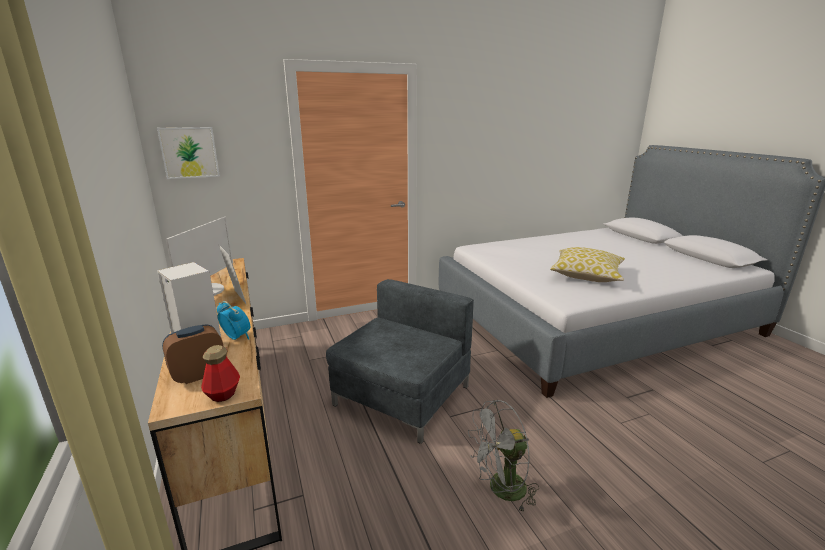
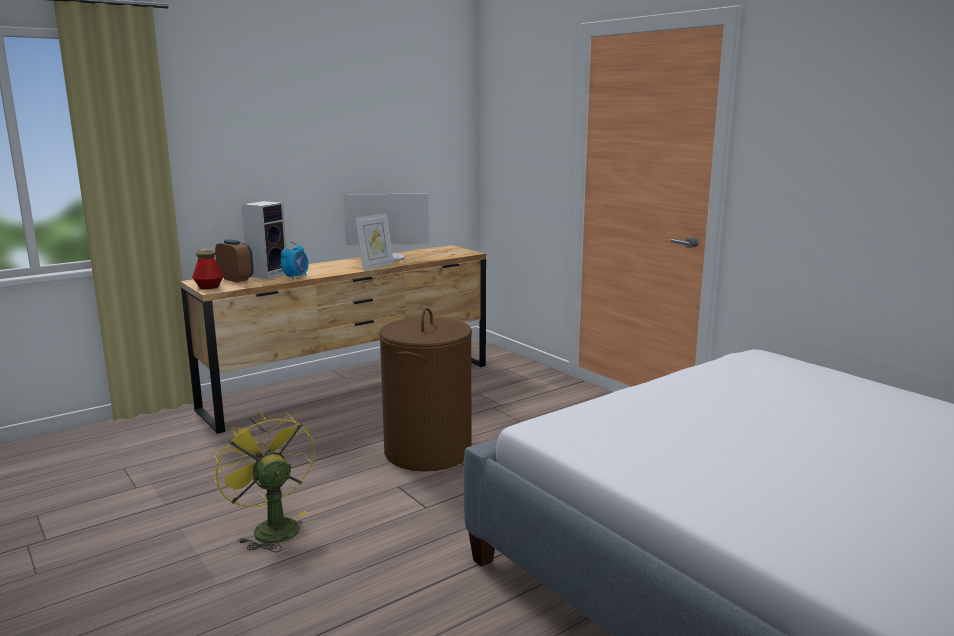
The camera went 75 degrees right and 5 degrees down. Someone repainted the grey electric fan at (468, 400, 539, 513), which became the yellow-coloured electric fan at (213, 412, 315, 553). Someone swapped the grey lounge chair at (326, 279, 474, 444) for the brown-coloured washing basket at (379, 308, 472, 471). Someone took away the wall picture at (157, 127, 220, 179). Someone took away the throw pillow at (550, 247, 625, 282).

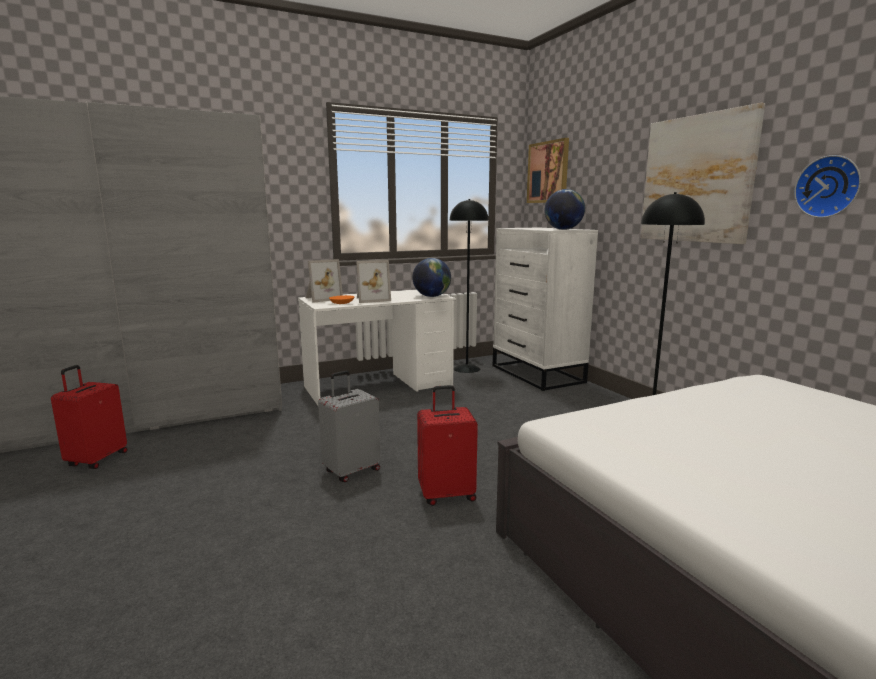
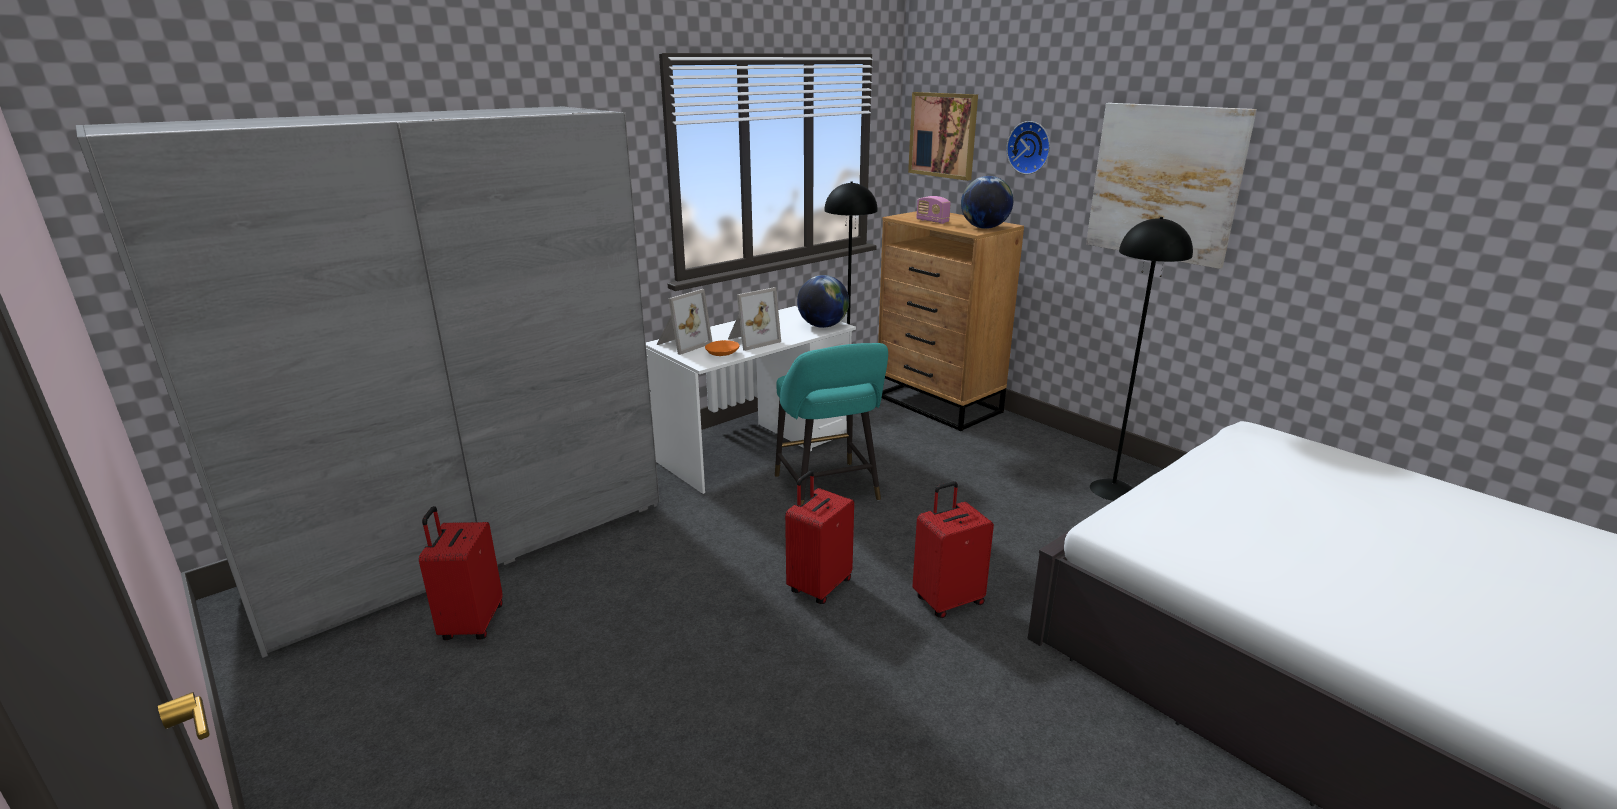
The camera went 15 degrees left and 10 degrees up. Someone put down the turquoise stool seat at (775, 343, 888, 505). Someone repainted the grey piece of luggage at (318, 371, 380, 482), which became the reddish piece of luggage at (785, 471, 854, 604). Someone repainted the whitish chest of drawers at (493, 228, 598, 391), which became the brown-coloured chest of drawers at (878, 211, 1024, 431). Someone put down the radio at (916, 196, 951, 224). Someone carried the clock on the wall from (794, 155, 861, 218) to (1006, 121, 1050, 175).

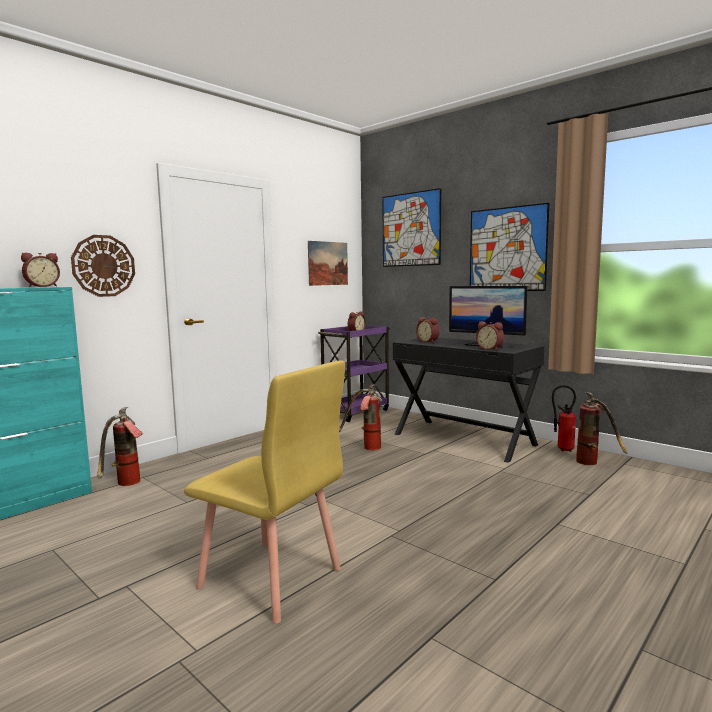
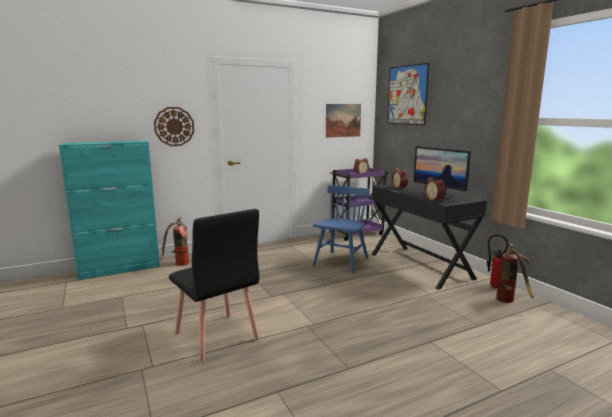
The camera went 20 degrees right and 5 degrees up. Someone repainted the yellow-coloured upright chair at (184, 360, 345, 624), which became the black upright chair at (169, 209, 259, 363). Someone swapped the fire extinguisher at (339, 384, 382, 450) for the blue upright chair at (312, 186, 370, 274). Someone took away the bedside clock at (21, 253, 60, 287). Someone took away the wall picture at (470, 203, 549, 291).

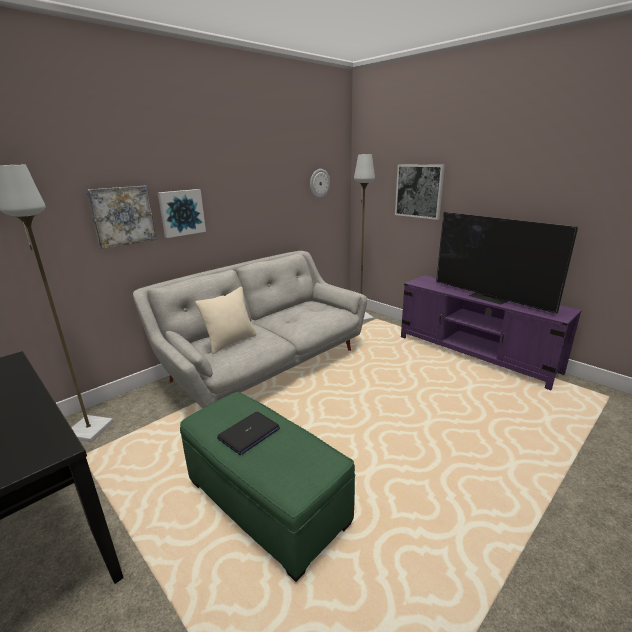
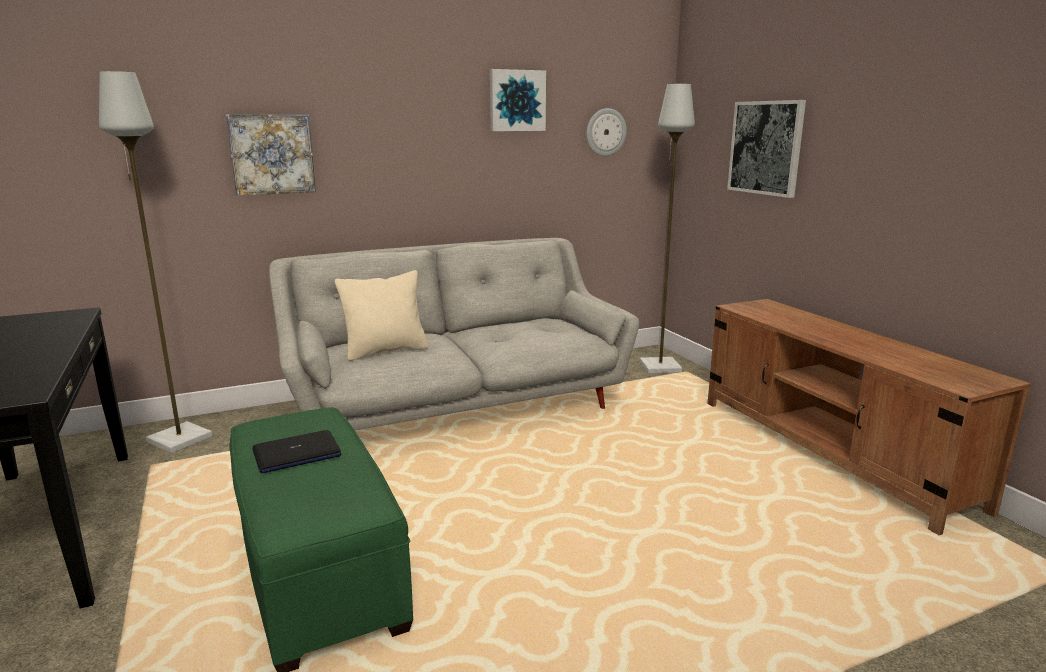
The camera went 20 degrees right and 5 degrees down. Someone carried the wall picture from (158, 189, 206, 238) to (490, 69, 546, 131). Someone repainted the purple-coloured media console at (401, 275, 582, 390), which became the brown-coloured media console at (707, 299, 1031, 535). Someone took away the TV at (436, 212, 578, 314).

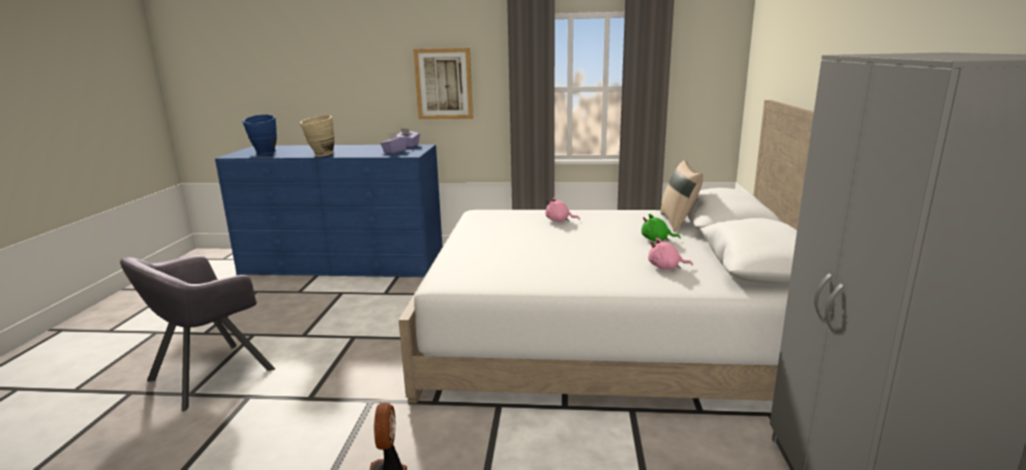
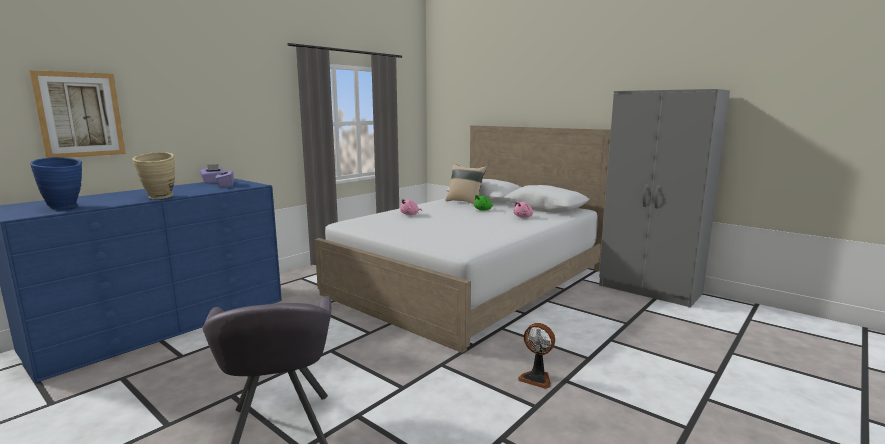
The camera went 55 degrees left and 5 degrees down. Someone carried the wall picture from (413, 48, 473, 119) to (29, 70, 126, 158).

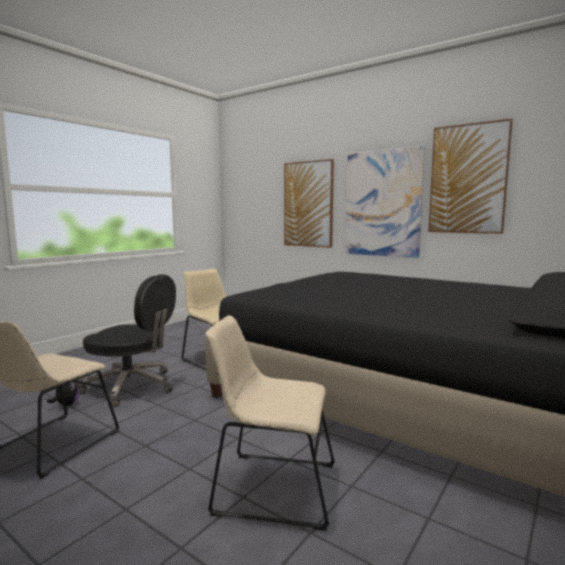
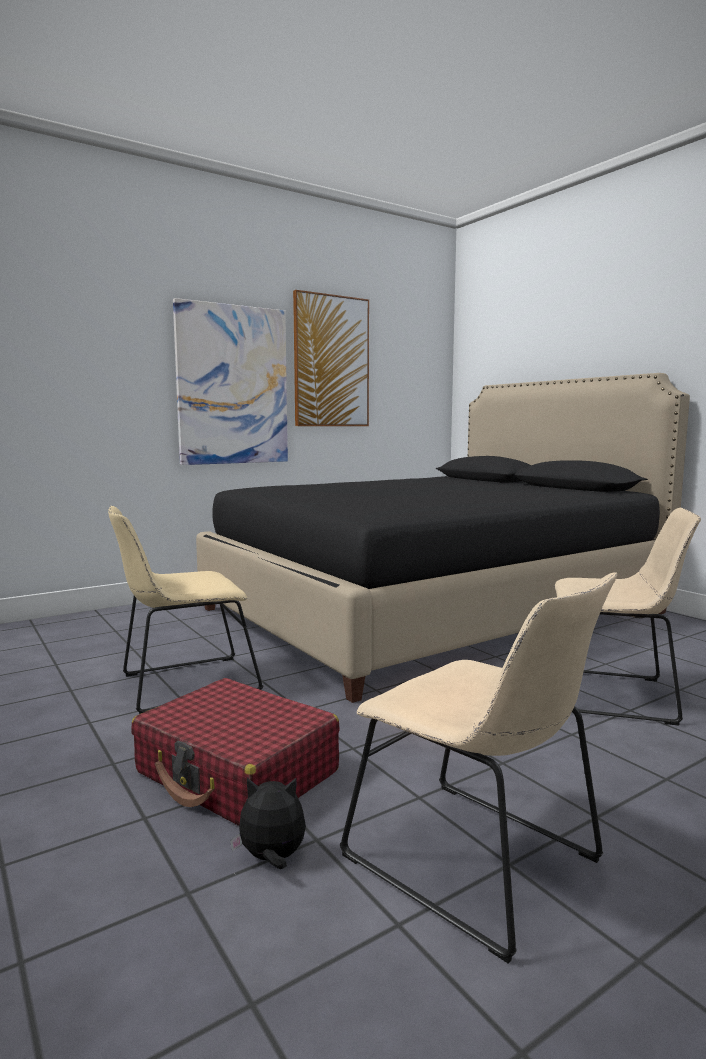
The camera went 70 degrees left and 0 degrees up. Someone swapped the black office chair at (78, 274, 176, 407) for the reddish piece of luggage at (131, 678, 340, 826). Someone rotated the sand-coloured upright chair at (206, 315, 335, 531) by 105 degrees counterclockwise. Someone took away the wall picture at (284, 159, 334, 248).

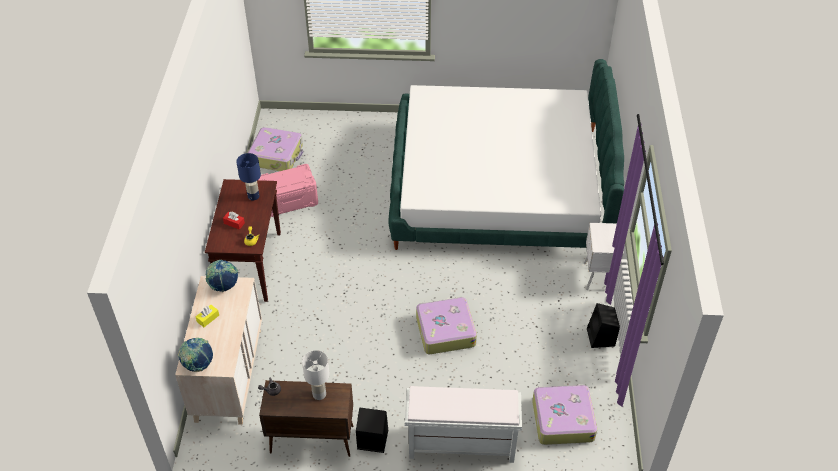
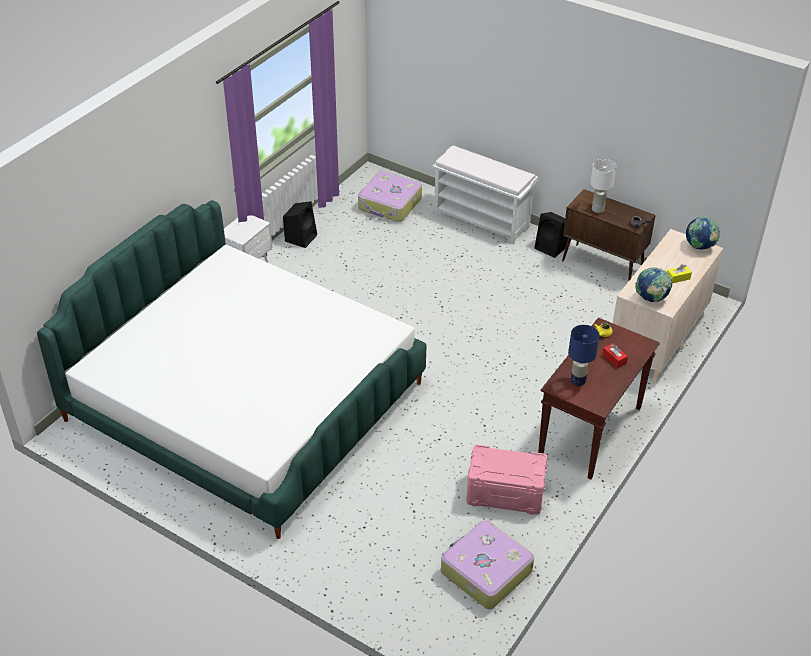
The camera went 150 degrees left and 5 degrees down. Someone took away the piece of luggage at (416, 297, 477, 354).

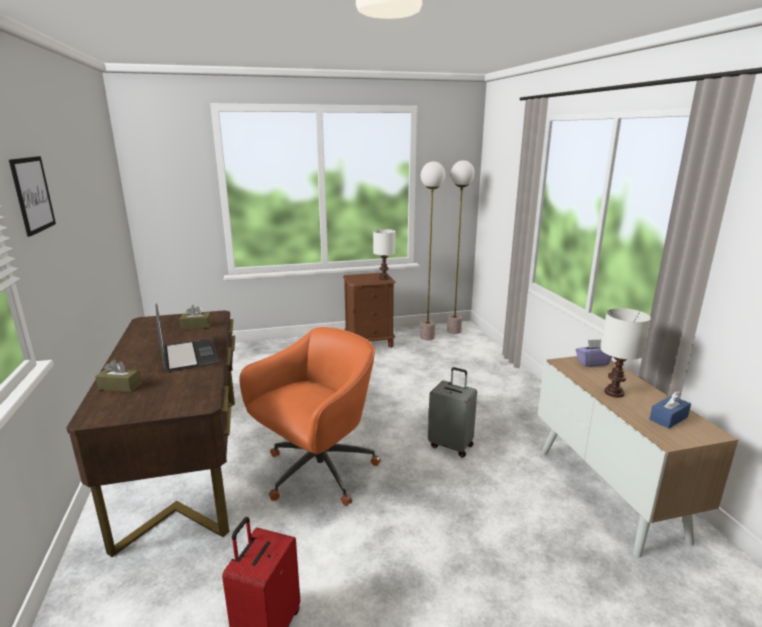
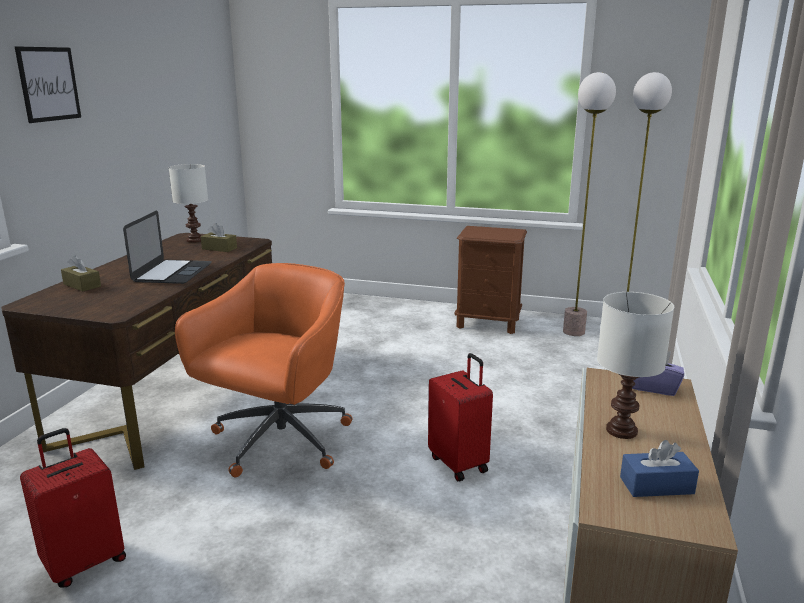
The camera went 30 degrees right and 0 degrees up. Someone carried the whitish table lamp from (373, 229, 395, 280) to (169, 164, 208, 243). Someone rotated the orangey office chair at (240, 327, 381, 506) by 45 degrees counterclockwise. Someone repainted the grey piece of luggage at (428, 367, 477, 458), which became the reddish piece of luggage at (428, 353, 493, 481).

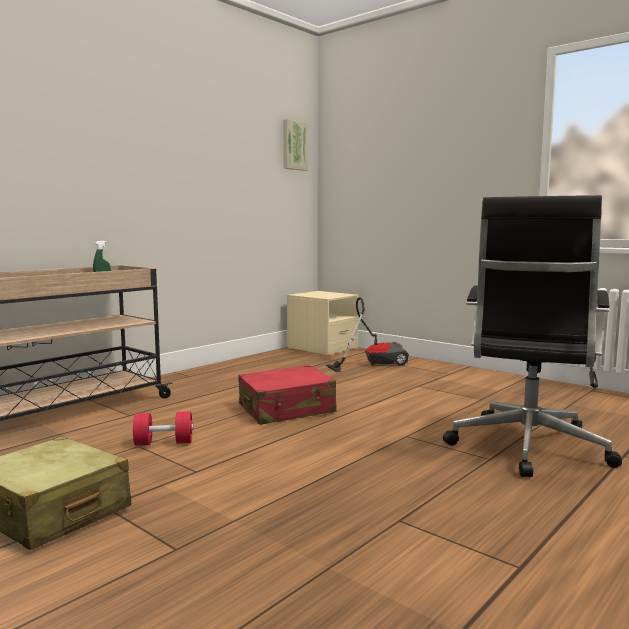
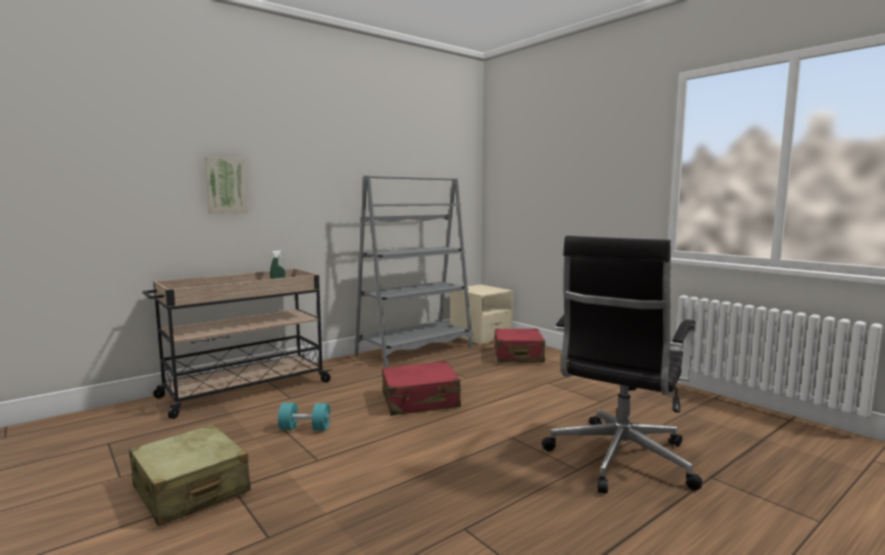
The camera went 10 degrees right and 0 degrees up. Someone carried the wall picture from (283, 119, 308, 171) to (204, 157, 248, 214). Someone repainted the reddish free weight at (133, 411, 194, 446), which became the turquoise free weight at (278, 403, 330, 431). Someone put down the grey shelving unit at (354, 175, 473, 368). Someone swapped the vacuum at (326, 297, 409, 372) for the reddish piece of luggage at (493, 329, 545, 363).

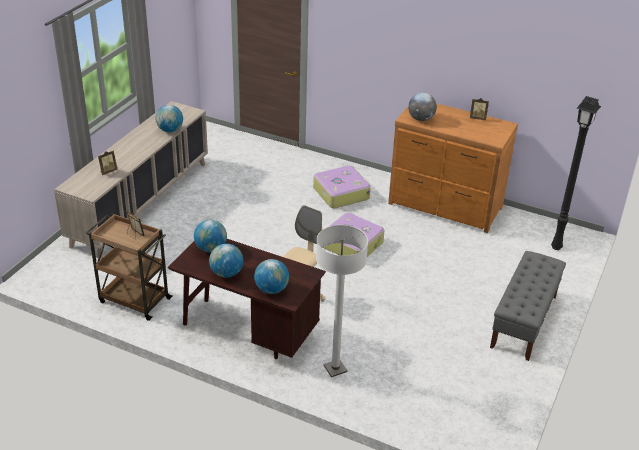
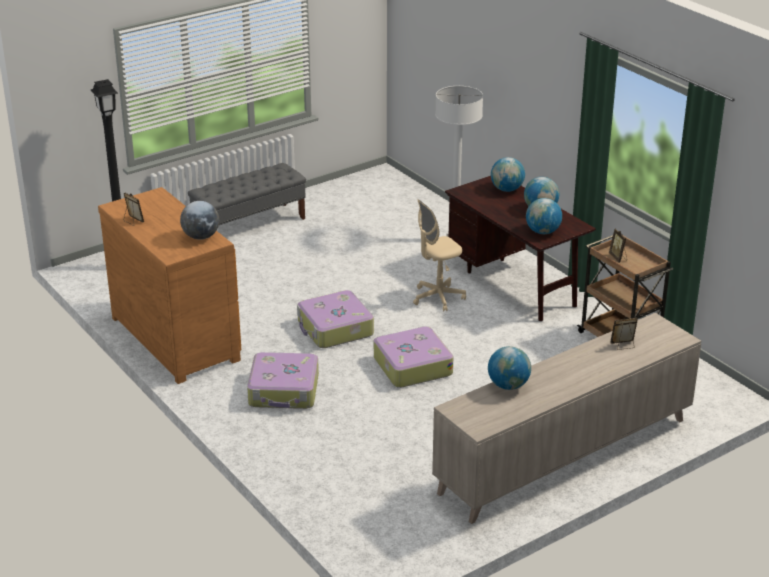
The camera went 150 degrees left and 5 degrees down. Someone put down the piece of luggage at (374, 326, 453, 388).

